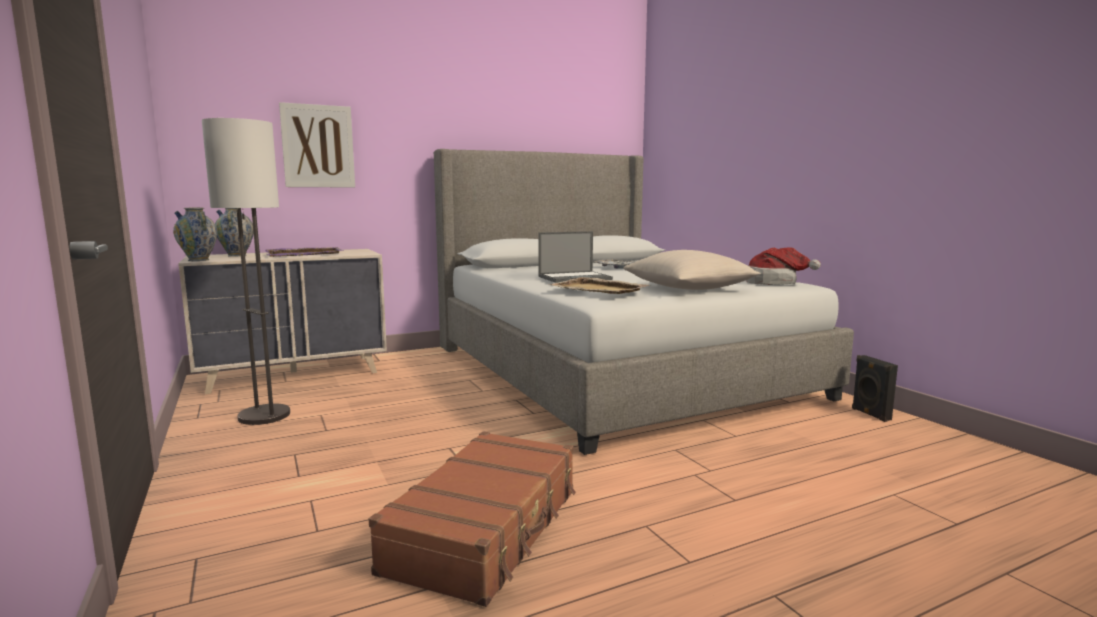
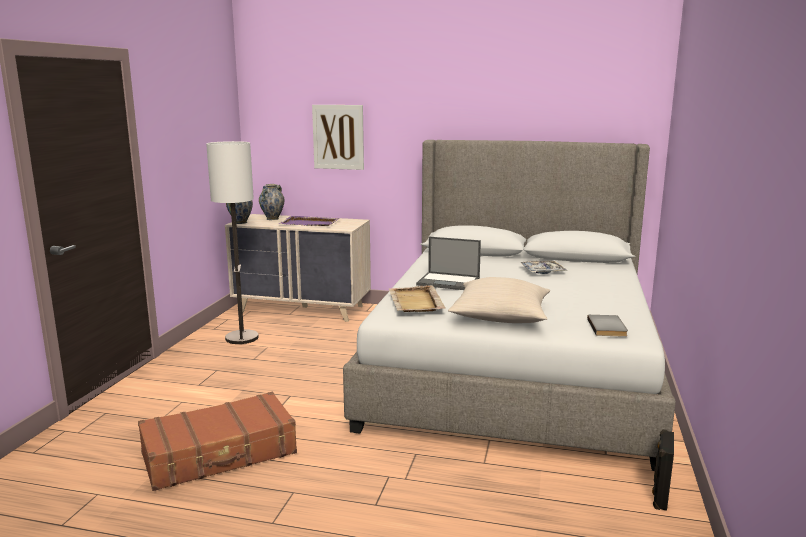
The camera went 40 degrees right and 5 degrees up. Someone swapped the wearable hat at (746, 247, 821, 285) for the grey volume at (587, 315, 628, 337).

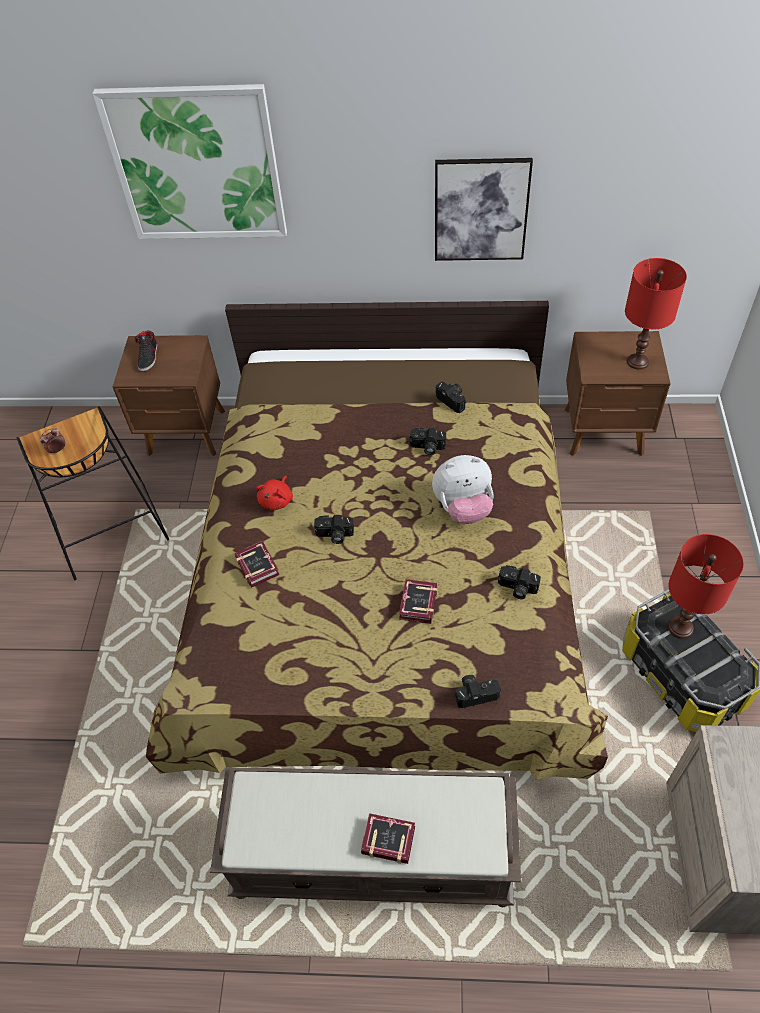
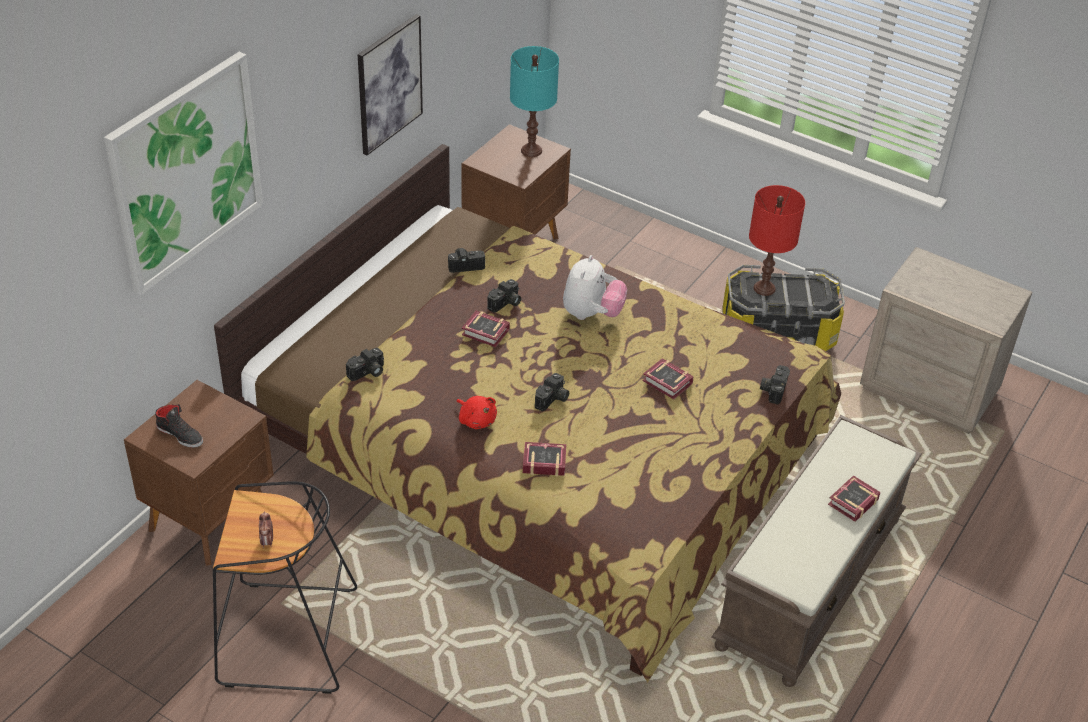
The camera went 65 degrees left and 10 degrees down. Someone carried the photo camera from (498, 565, 541, 599) to (346, 348, 384, 381). Someone put down the volume at (462, 311, 510, 347). Someone repainted the reddish table lamp at (625, 258, 687, 369), which became the turquoise table lamp at (510, 46, 559, 157).

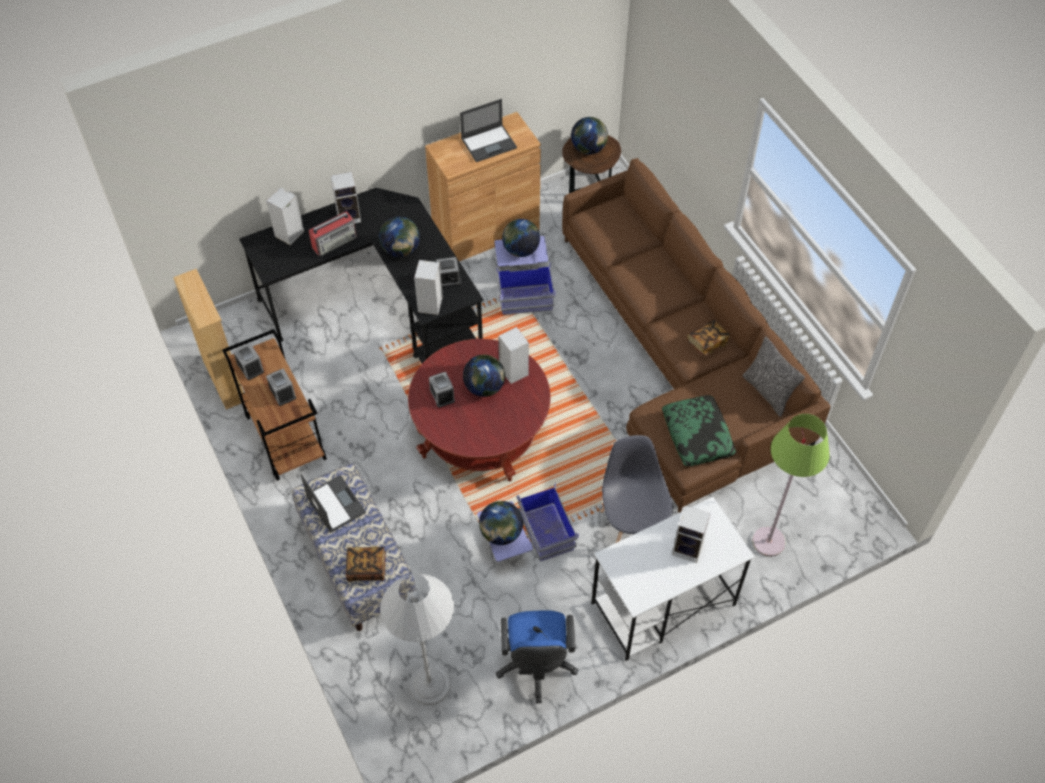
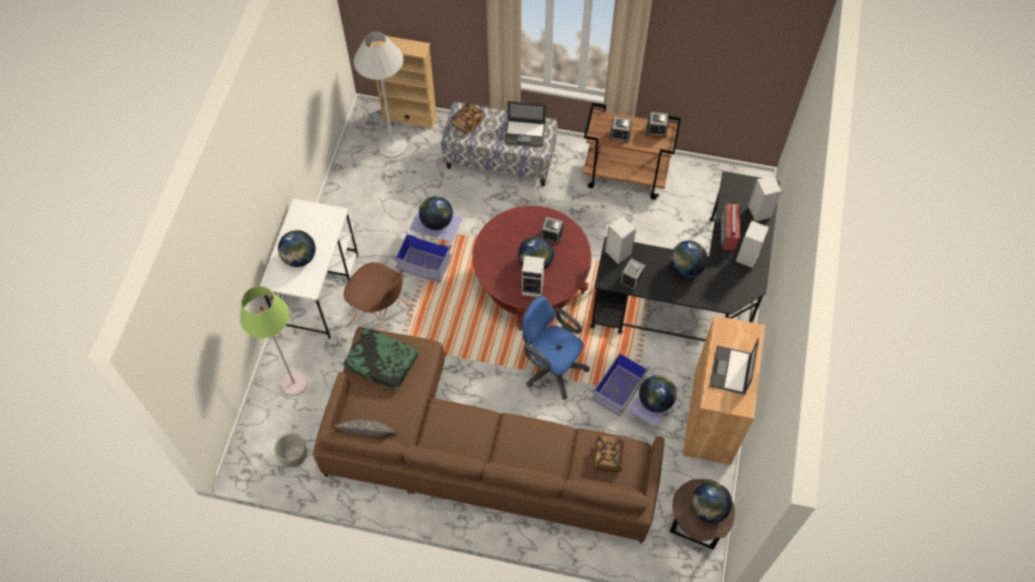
The camera went 130 degrees right and 5 degrees up. Someone put down the grey flower pot at (274, 433, 307, 467). Someone swapped the speaker at (672, 505, 711, 563) for the desk globe at (278, 230, 316, 267). Someone repainted the grey upright chair at (600, 435, 673, 543), which became the brown-coloured upright chair at (344, 262, 410, 331). Someone carried the sand-coloured shelving unit from (173, 269, 244, 410) to (370, 36, 437, 128). Someone carried the blue office chair from (496, 610, 578, 703) to (522, 296, 590, 400). Someone carried the volume from (687, 320, 730, 357) to (593, 436, 624, 472).

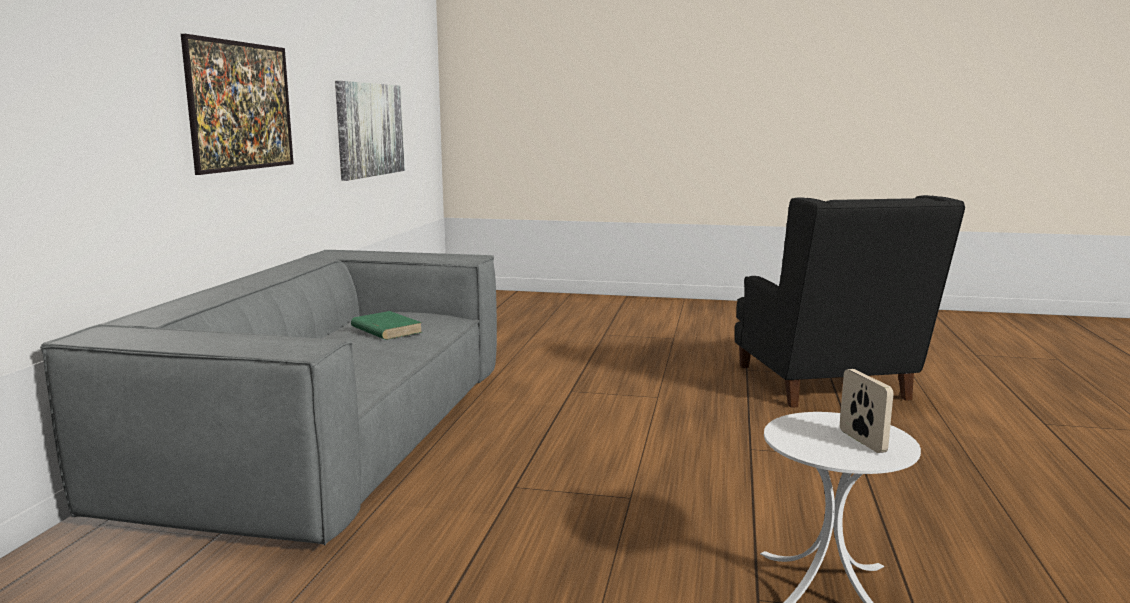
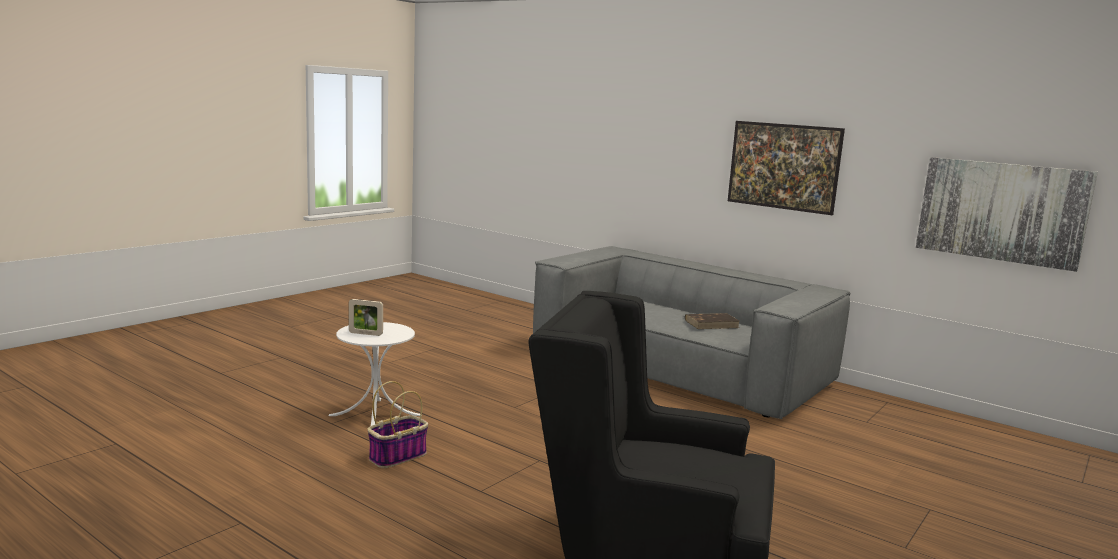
The camera went 115 degrees right and 0 degrees up. Someone put down the basket at (367, 381, 428, 468). Someone repainted the green volume at (351, 311, 423, 340), which became the brown-coloured volume at (685, 313, 739, 329).

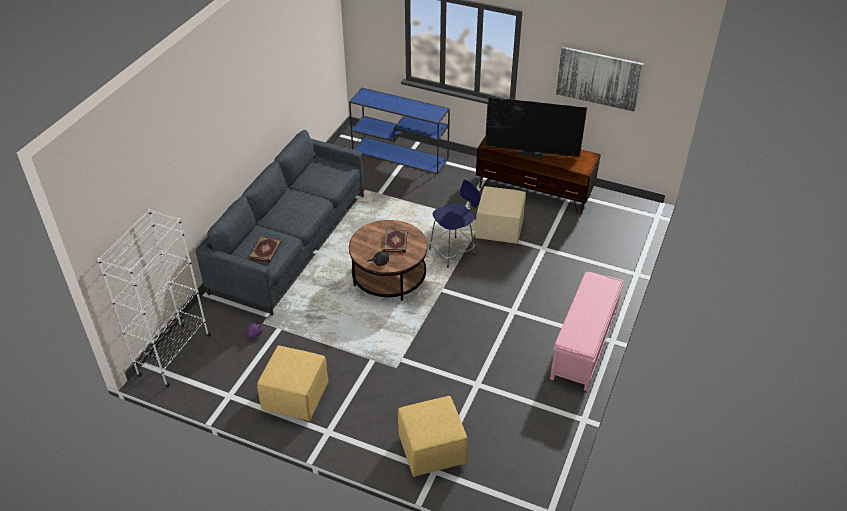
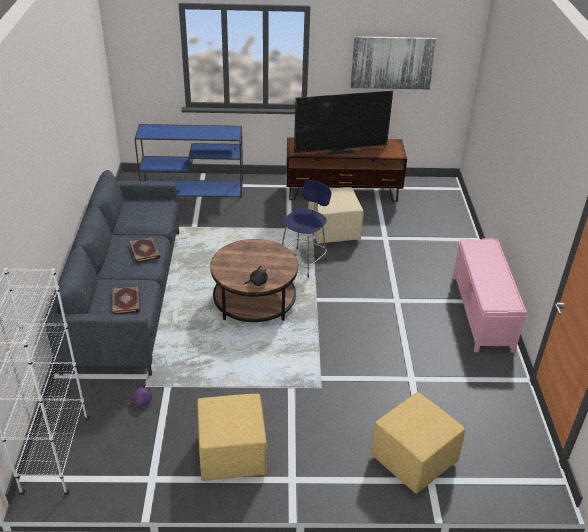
The camera went 25 degrees left and 5 degrees down. Someone carried the volume from (384, 229, 407, 253) to (129, 237, 160, 263).

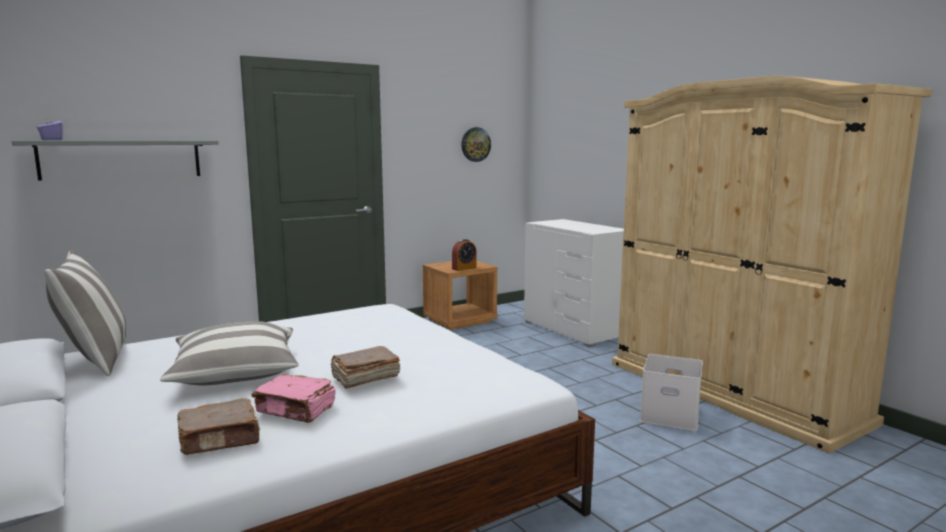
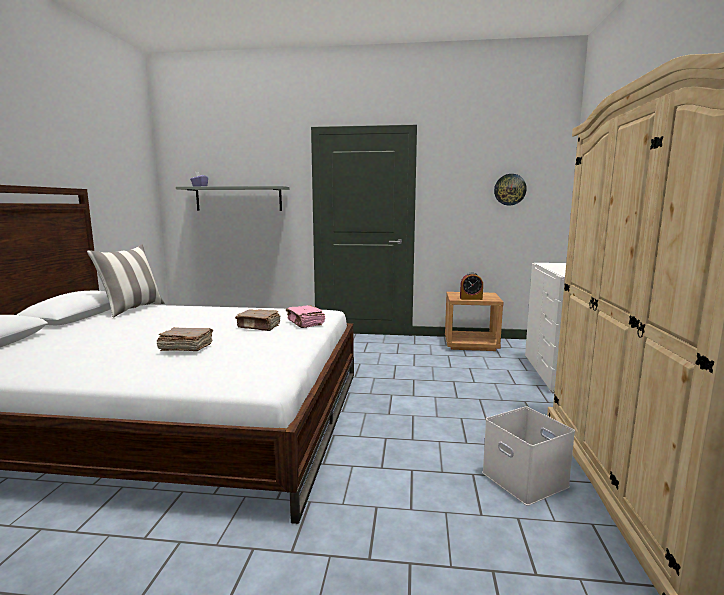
The camera went 40 degrees right and 0 degrees up. Someone carried the brown-coloured volume from (177, 398, 260, 455) to (235, 309, 280, 331). Someone carried the pink-coloured volume from (252, 374, 336, 423) to (286, 305, 325, 328). Someone took away the throw pillow at (160, 321, 299, 385).

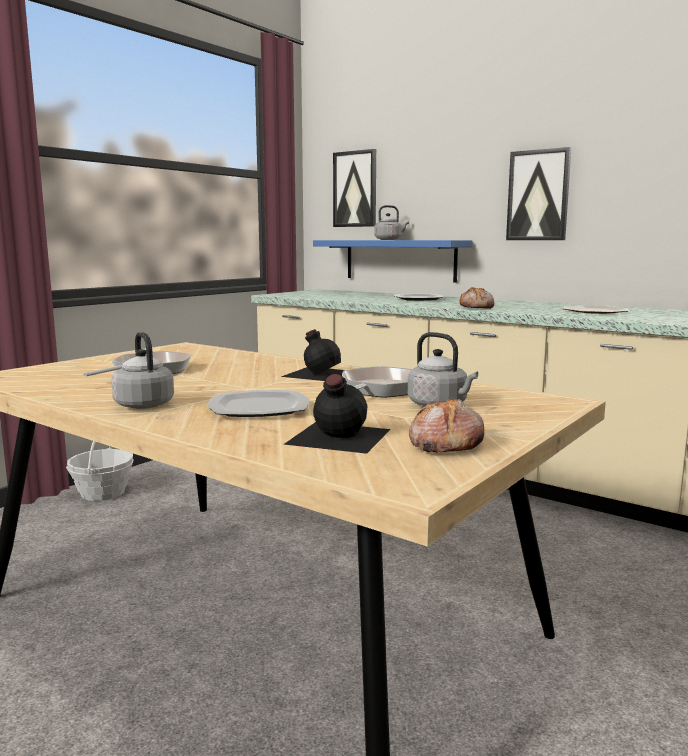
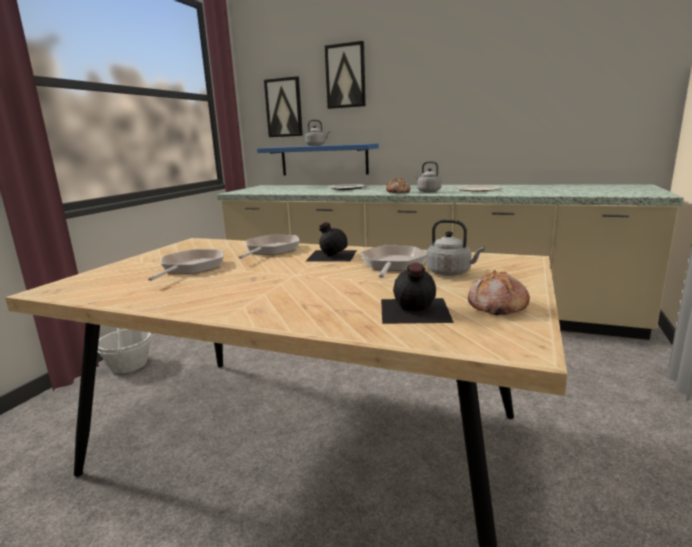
The camera went 15 degrees left and 5 degrees up. Someone put down the skillet at (239, 234, 300, 259). Someone carried the wall picture from (506, 147, 571, 240) to (325, 41, 366, 109). Someone carried the grey water kettle from (111, 332, 174, 409) to (414, 161, 442, 192). Someone took away the dinner plate at (208, 390, 310, 417).

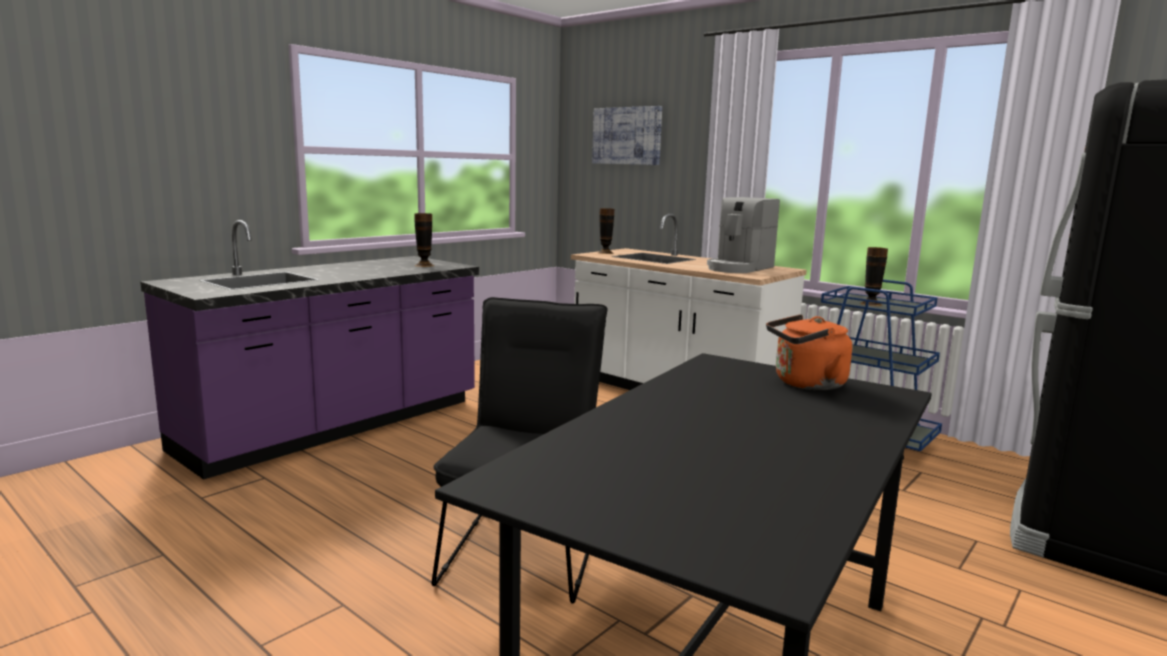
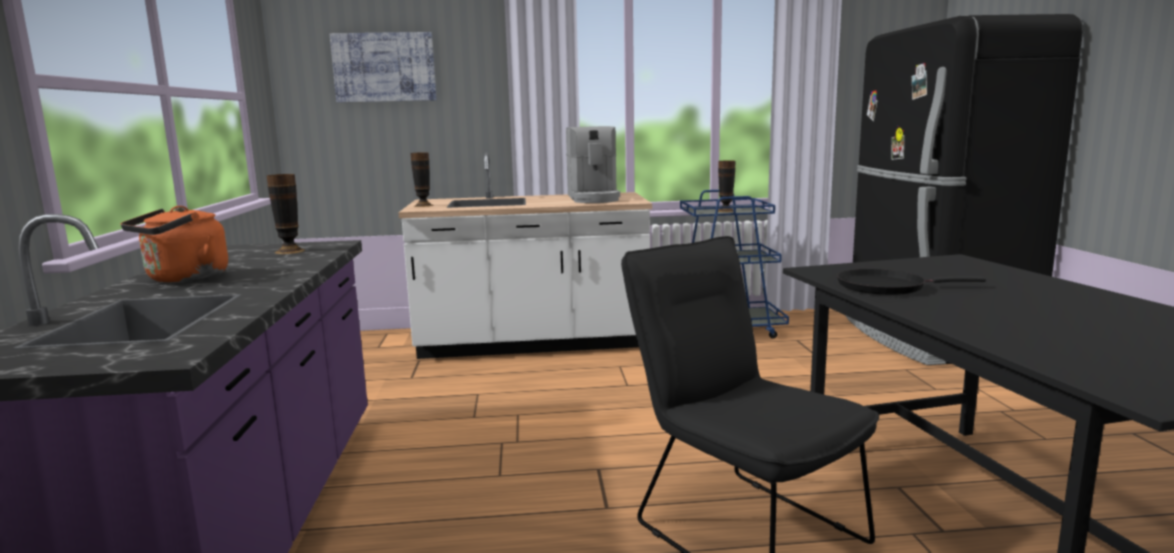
The camera went 45 degrees left and 0 degrees up. Someone carried the orangey water kettle from (766, 314, 852, 391) to (121, 206, 228, 283). Someone put down the black skillet at (837, 269, 986, 295).

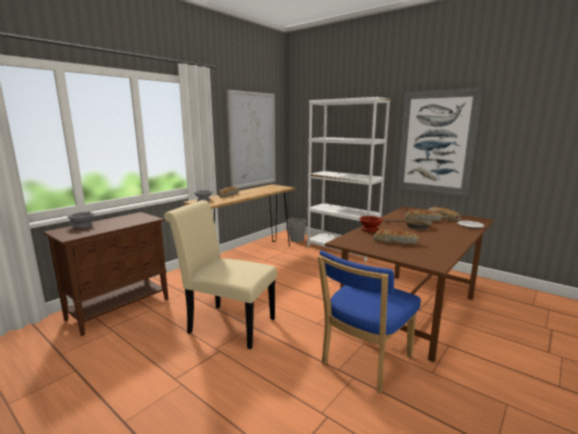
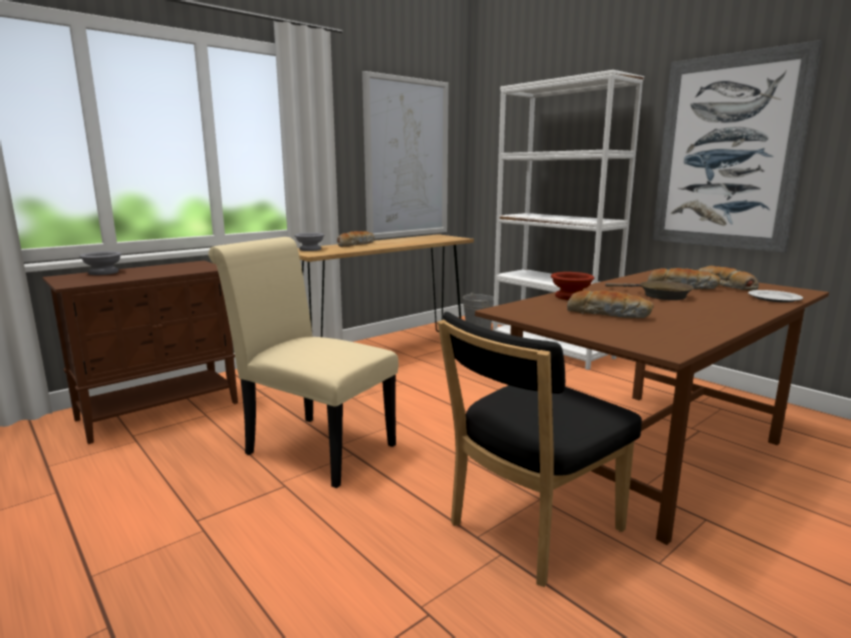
The camera went 10 degrees right and 0 degrees up. Someone repainted the blue upright chair at (318, 250, 421, 394), which became the black upright chair at (437, 312, 642, 587).

